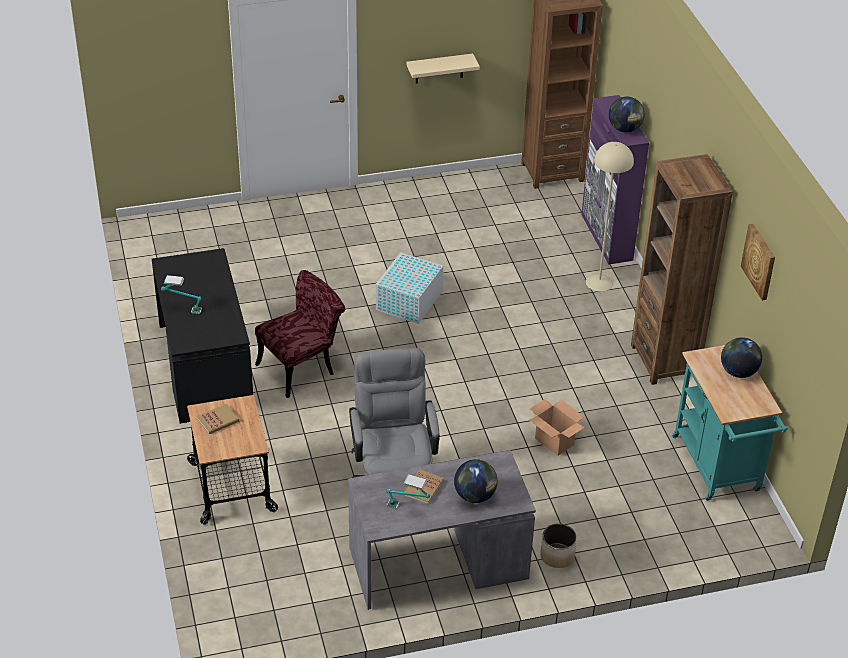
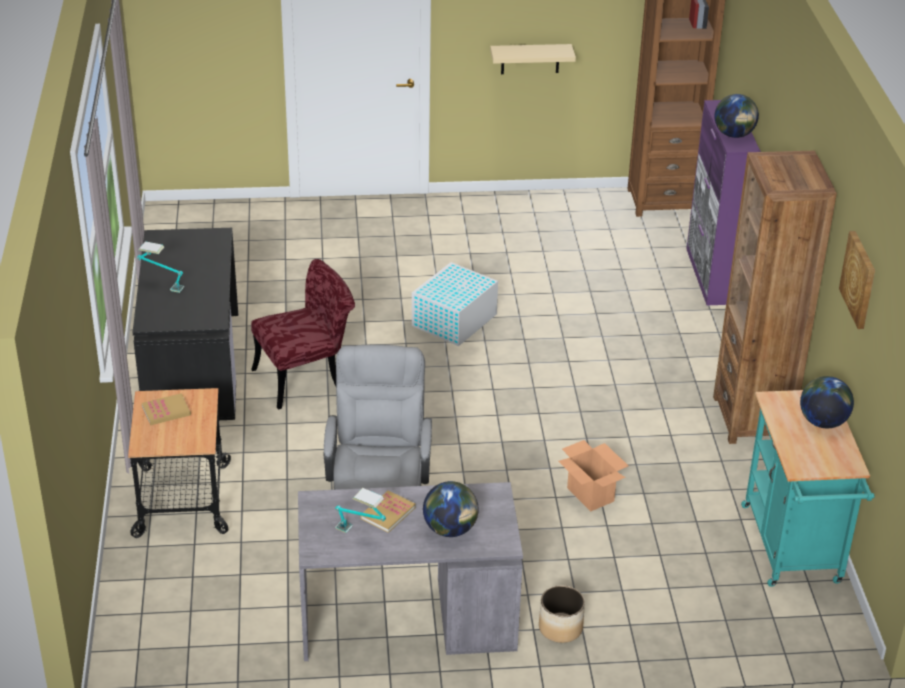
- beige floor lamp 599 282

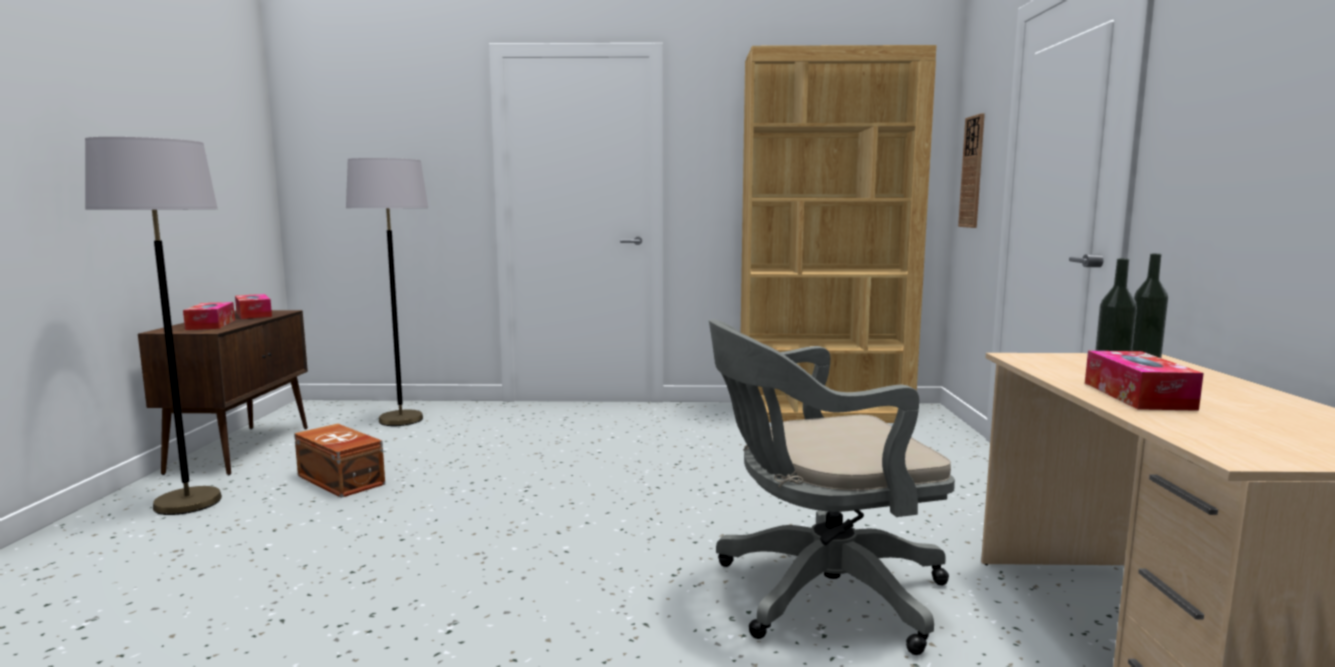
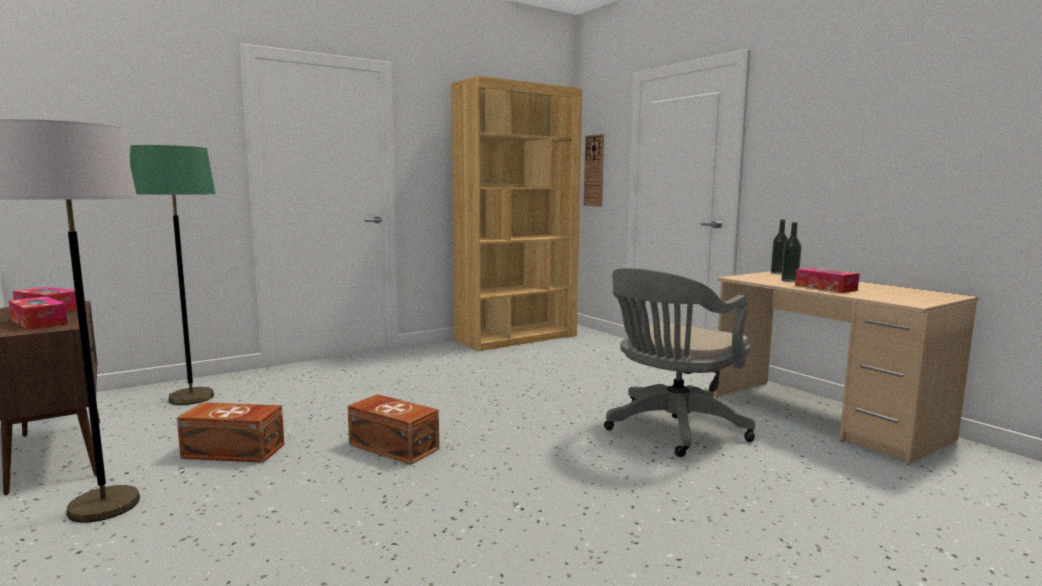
~ grey floor lamp 401 420 to green floor lamp 191 398
+ brown storage box 393 446

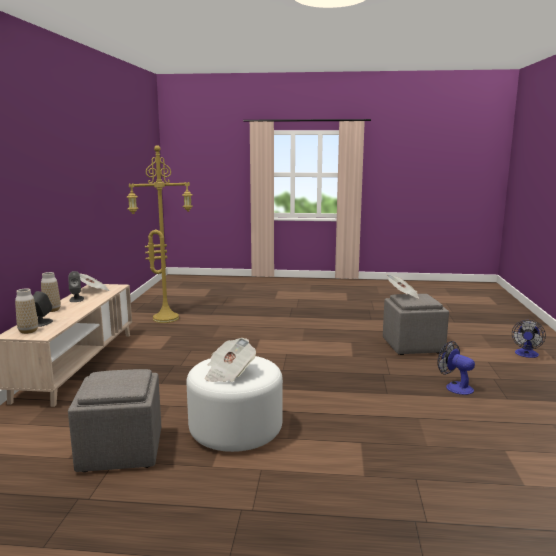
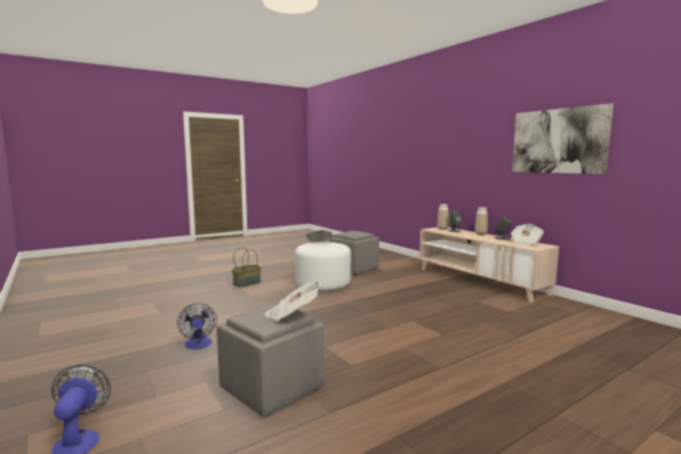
~ fan 455 387 = 198 345 60 degrees clockwise
+ basket 247 283
+ picture 558 141
- yellow floor lamp 166 318

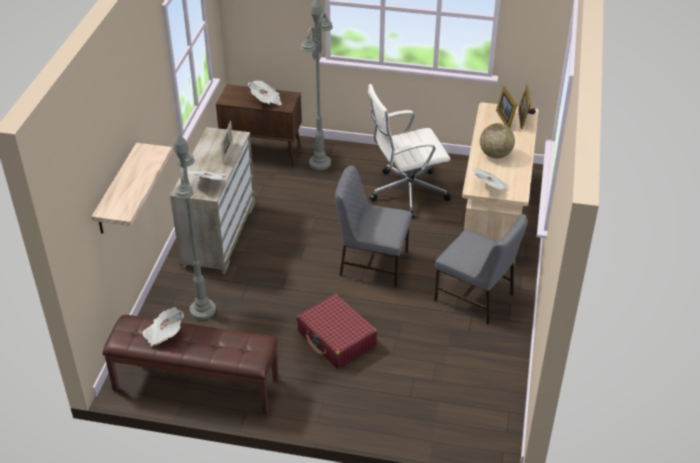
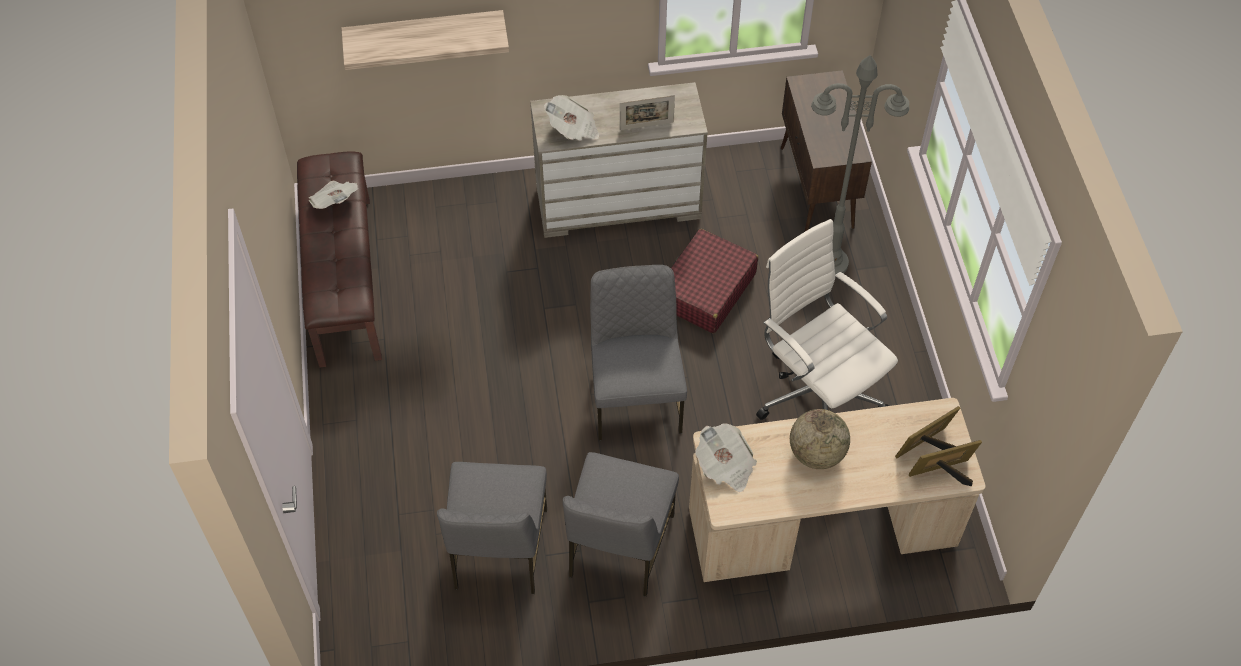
+ grey chair 498 550
~ red suitcase 337 339 to 705 290
- grey floor lamp 202 310
- newspaper 266 101

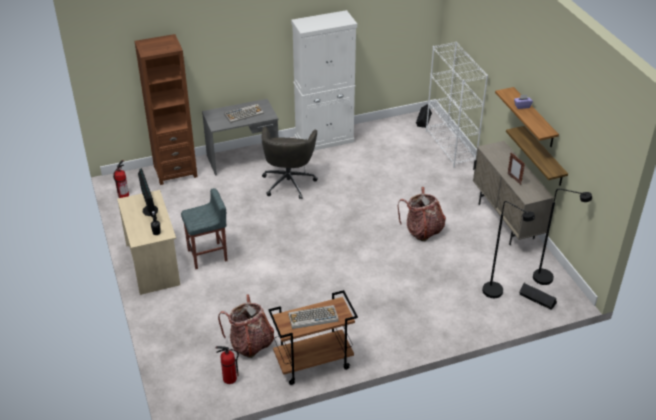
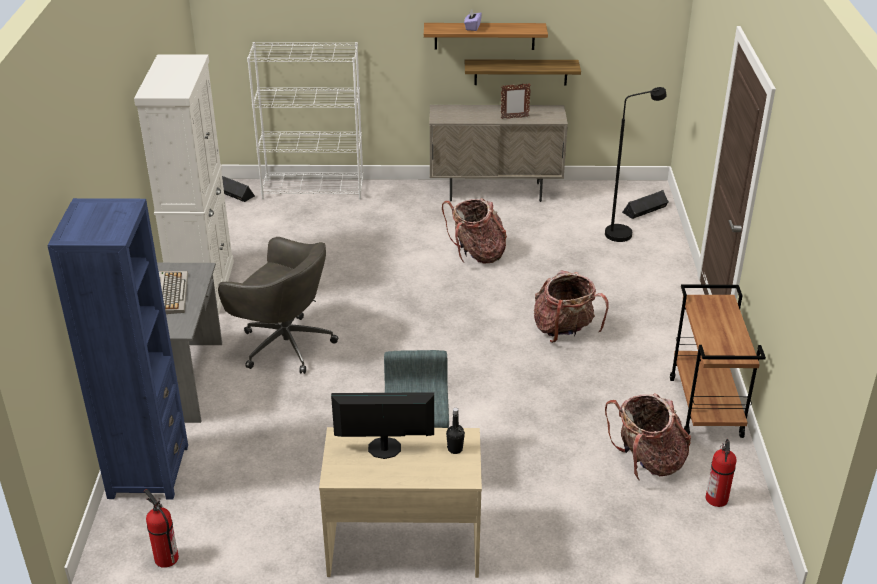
~ brown bookcase 175 171 to blue bookcase 148 471
+ backpack 564 331
- keyboard 312 317
- black floor lamp 549 278

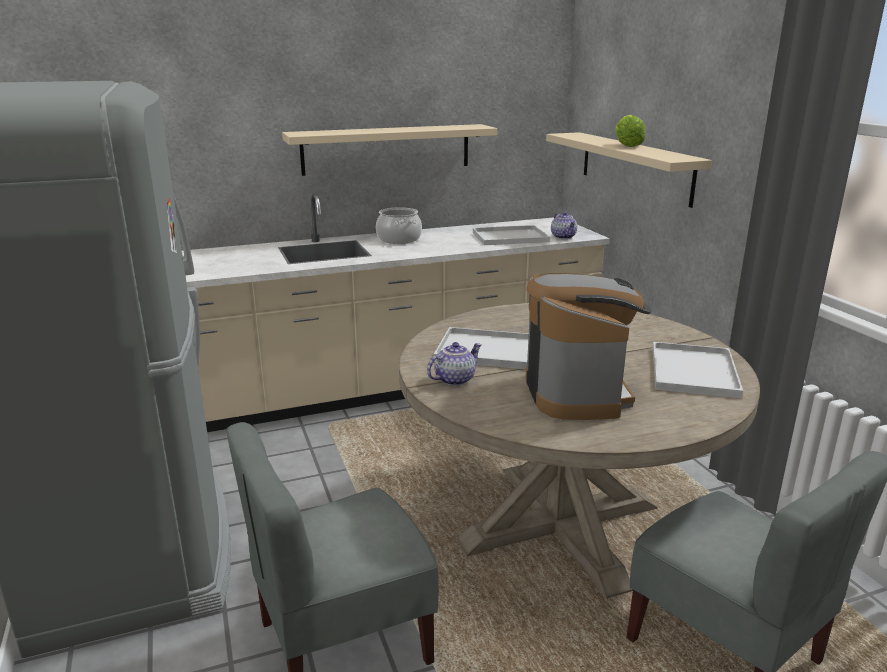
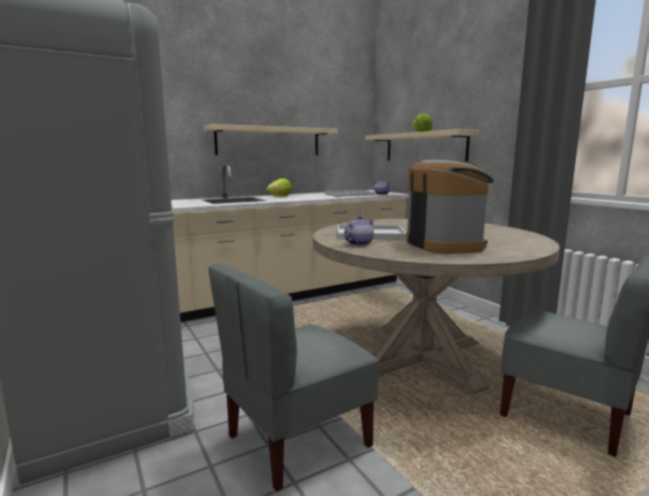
~ cooking pot 399 239 to lettuce 280 196
- white tray 692 370

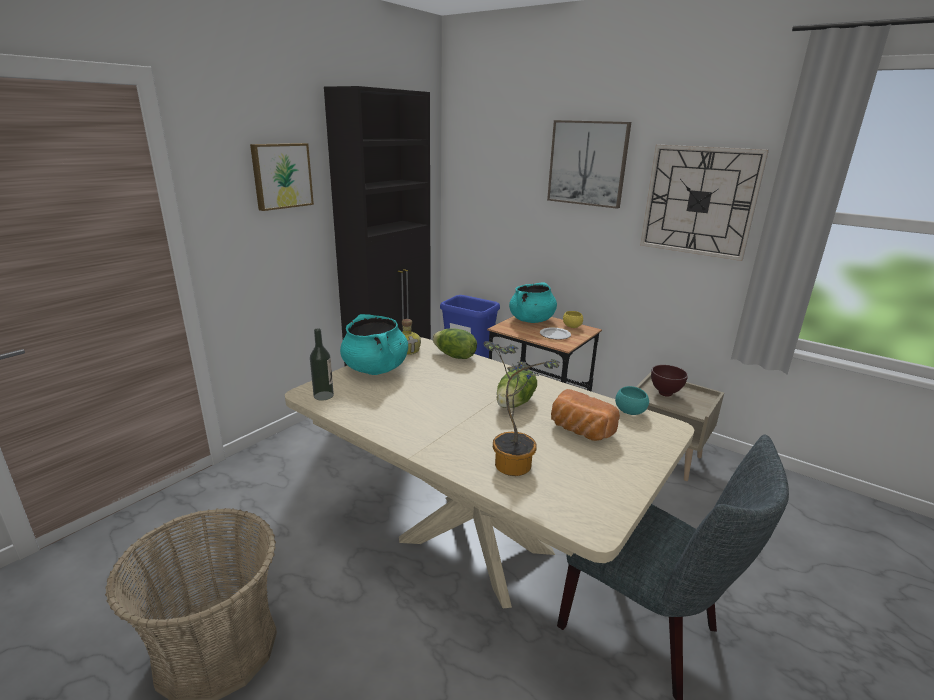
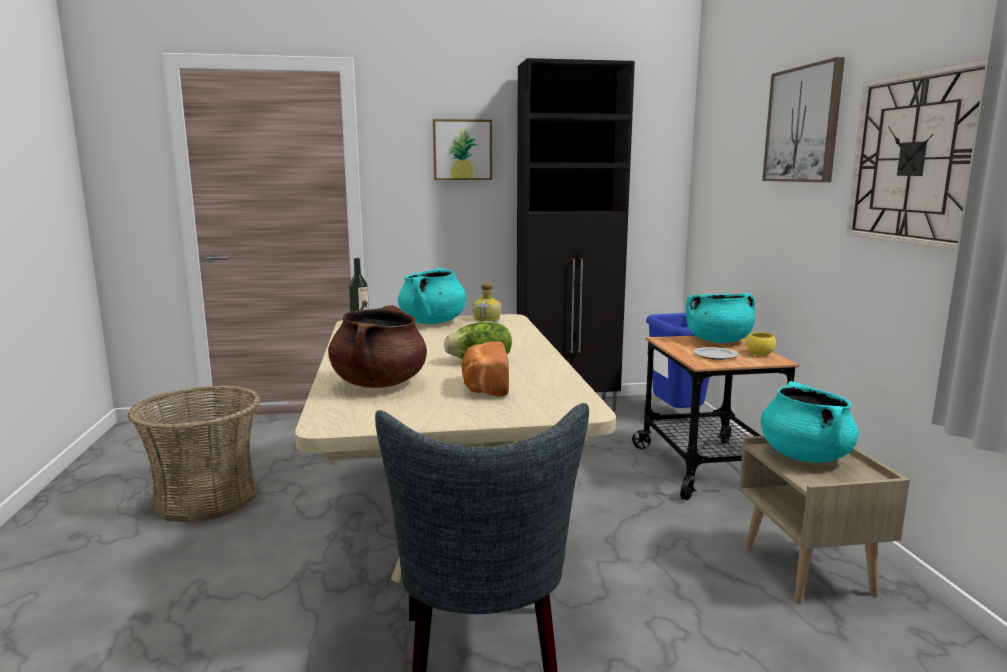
~ potted plant 513 461 to brown cooking pot 379 383
~ brown bowl 664 394 to turquoise cooking pot 804 456
- lettuce 454 356
- turquoise bowl 630 412

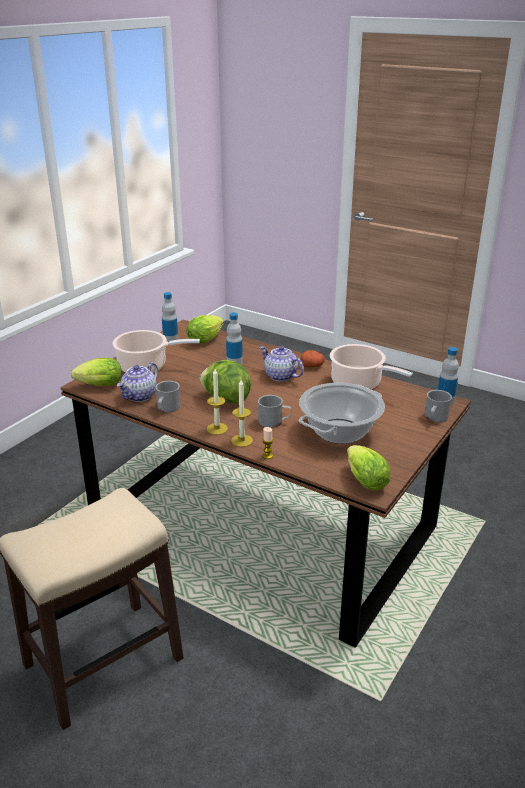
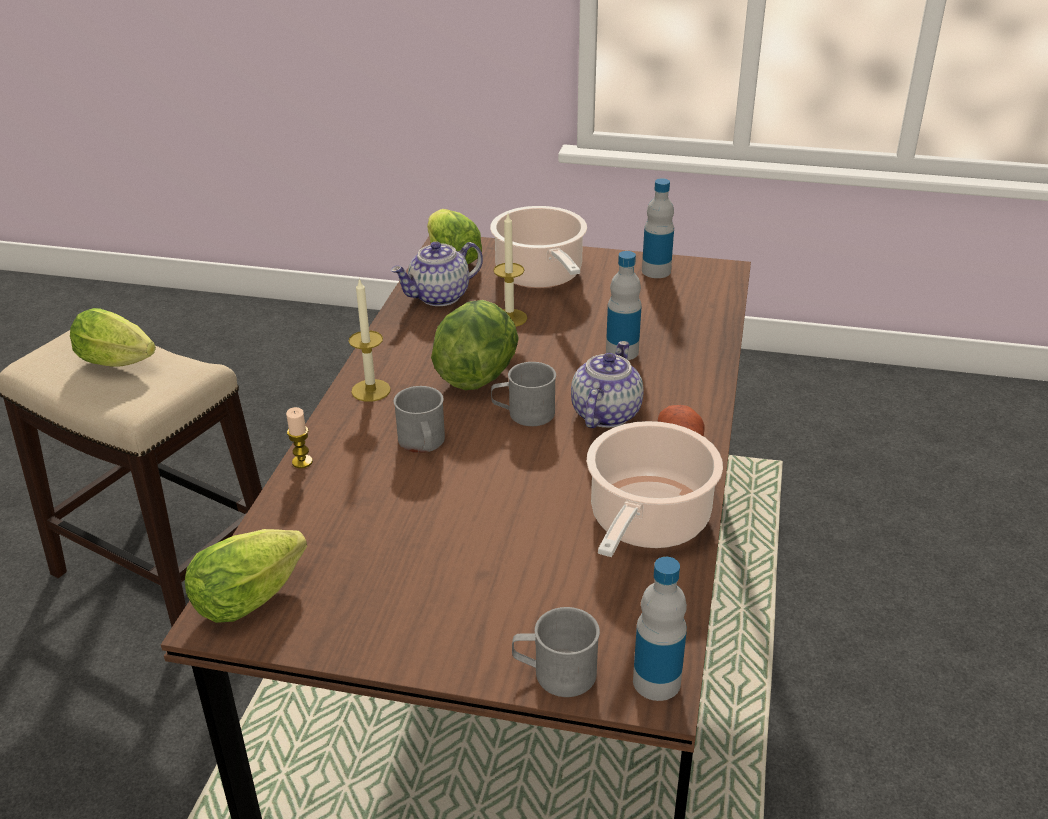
~ lettuce 206 339 to 121 363
~ teapot 140 396 = 439 297 45 degrees counterclockwise
~ grey mug 167 408 to 523 414
~ candle 242 440 to 509 318
- cooking pot 340 431

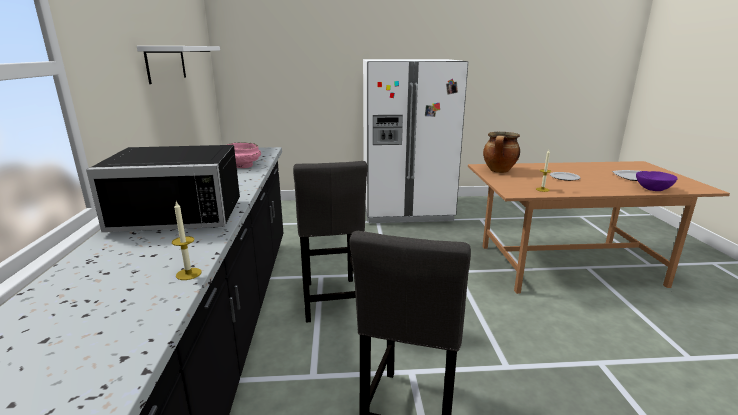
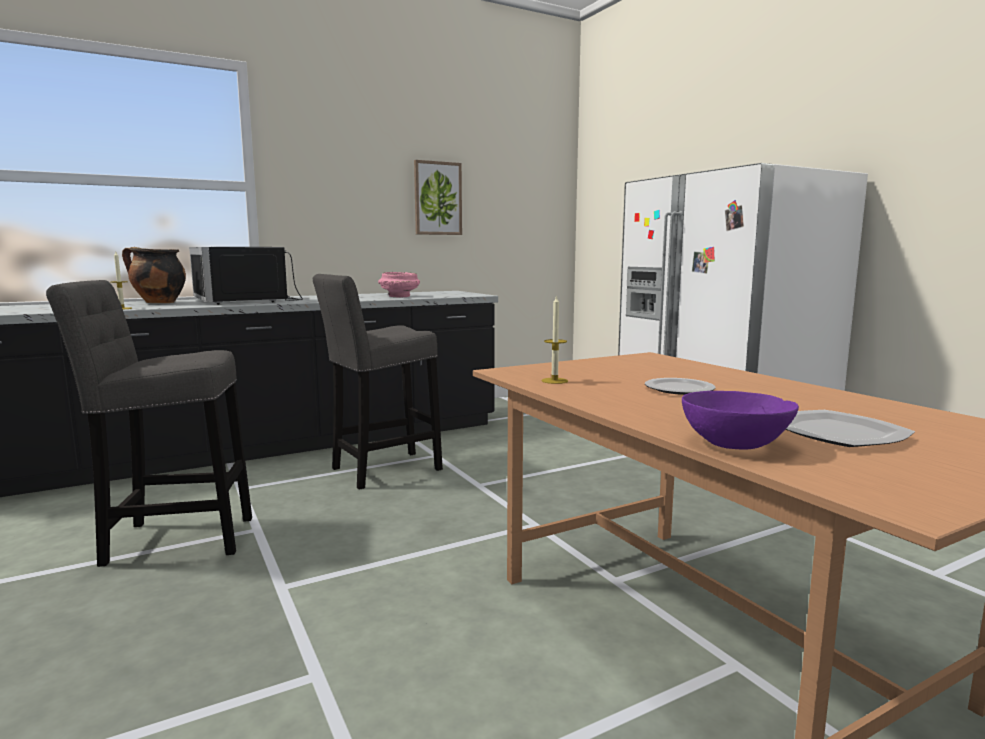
~ cooking pot 499 171 to 158 302
~ white shelf 166 63 to picture 437 198

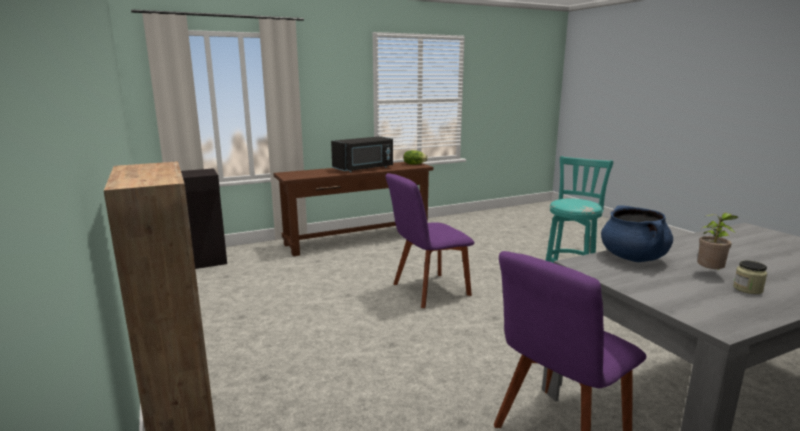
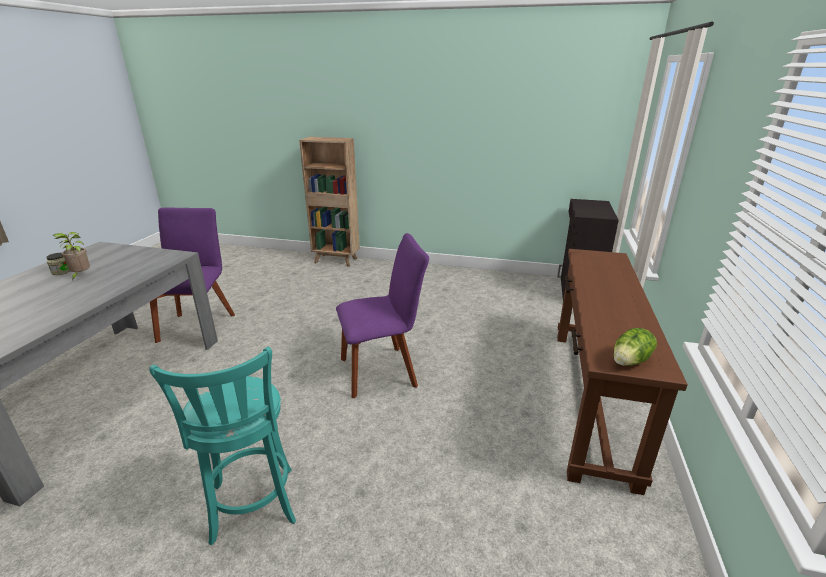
~ purple chair 427 290 = 382 371 60 degrees clockwise
- black microwave 364 169
- blue cooking pot 633 258

